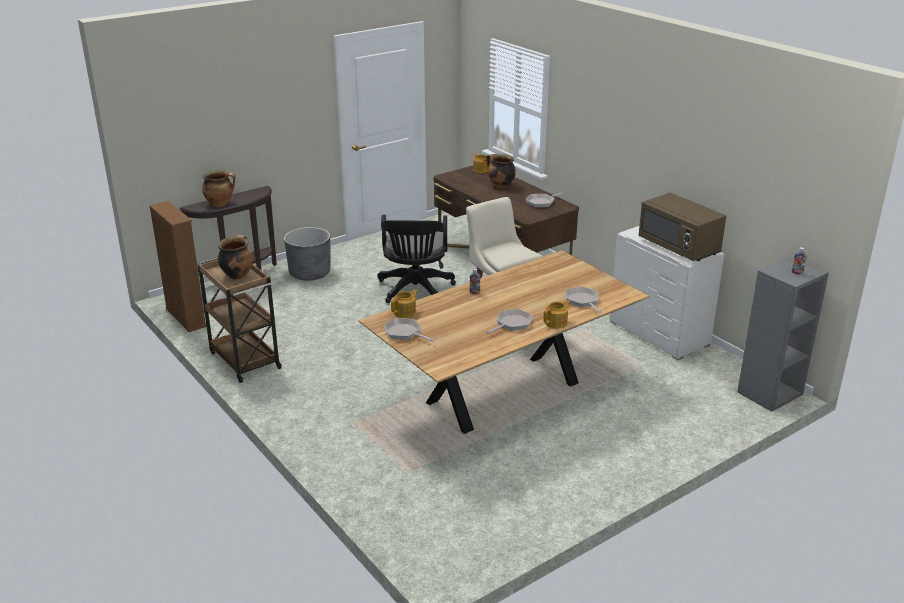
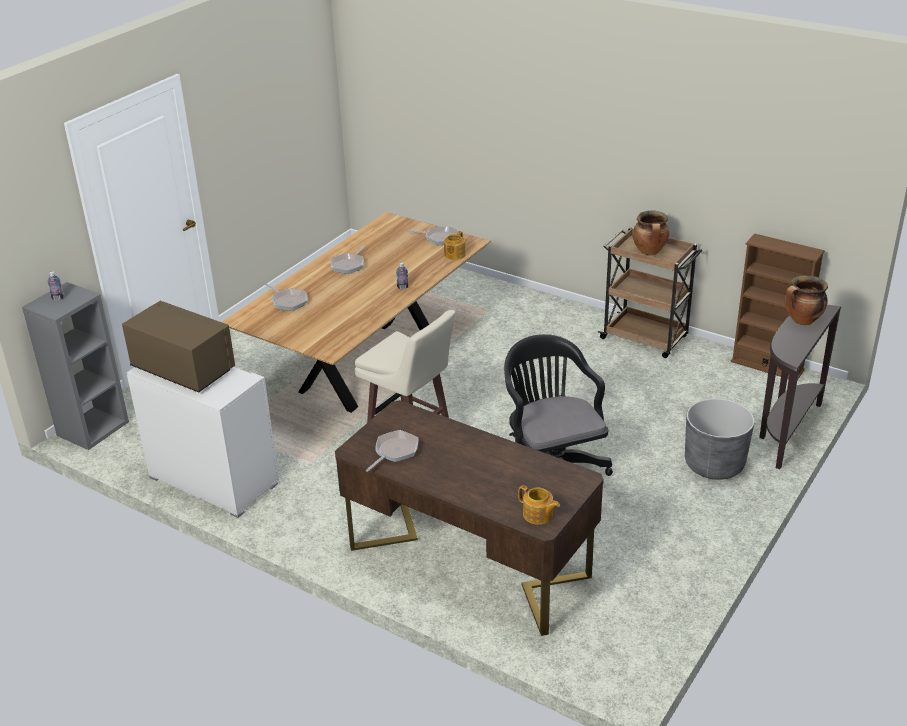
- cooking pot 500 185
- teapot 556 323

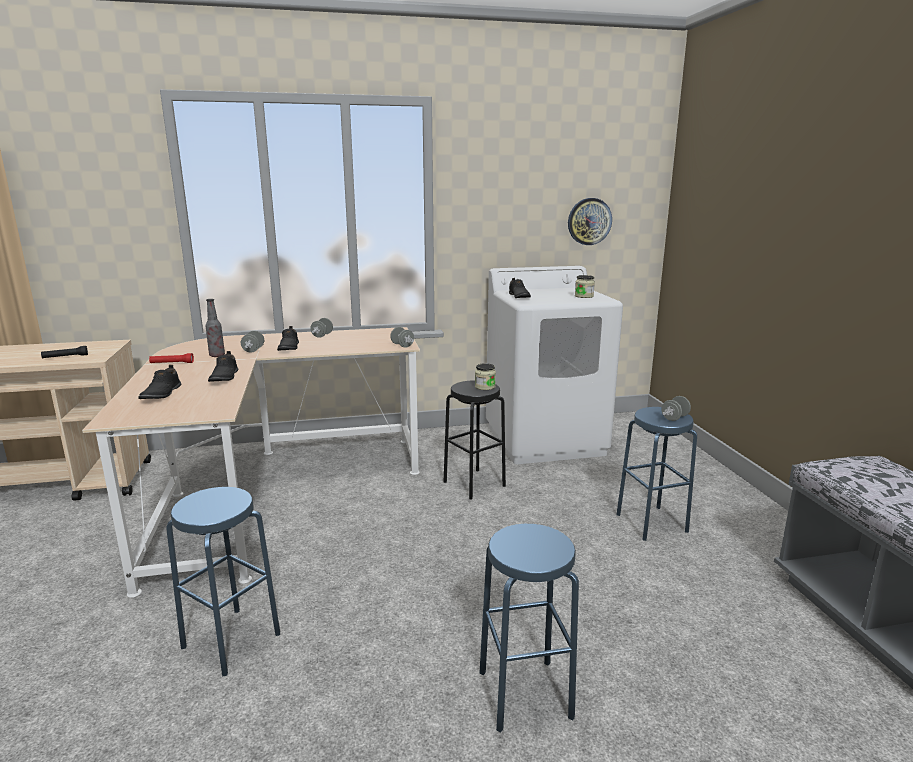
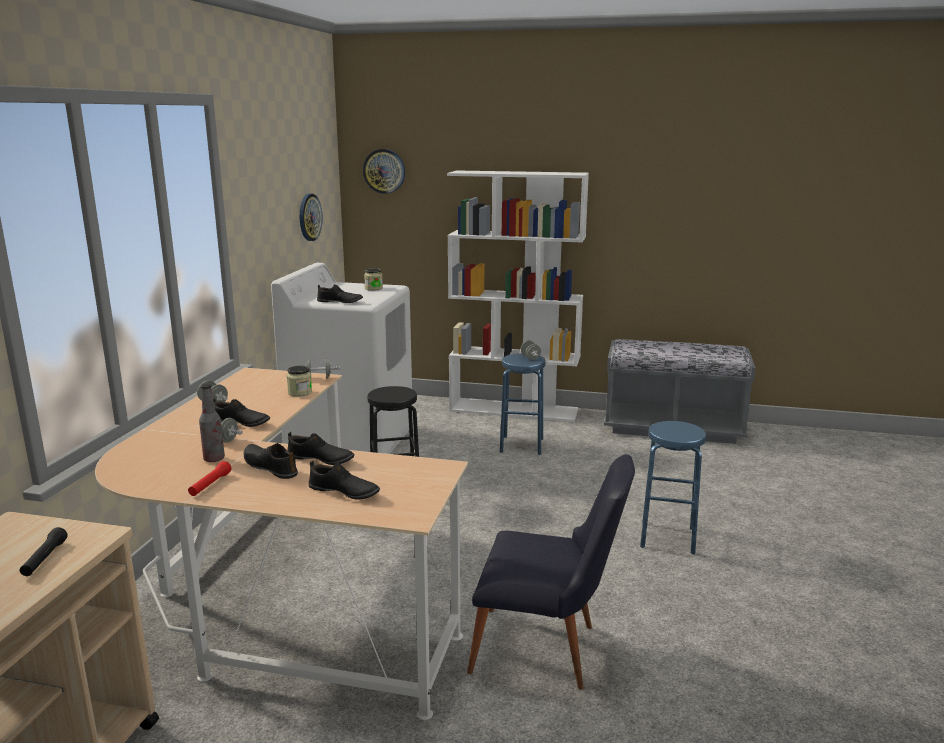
+ black shoe 270 466
~ jar 485 387 to 300 392
+ wall clock 384 171
+ white bookcase 514 410
~ blue stool 231 640 to black chair 547 651

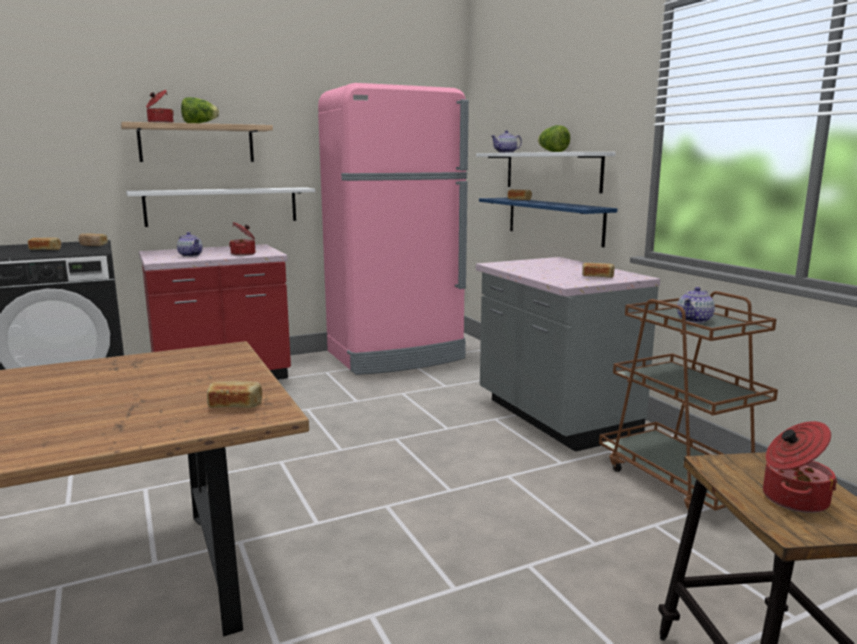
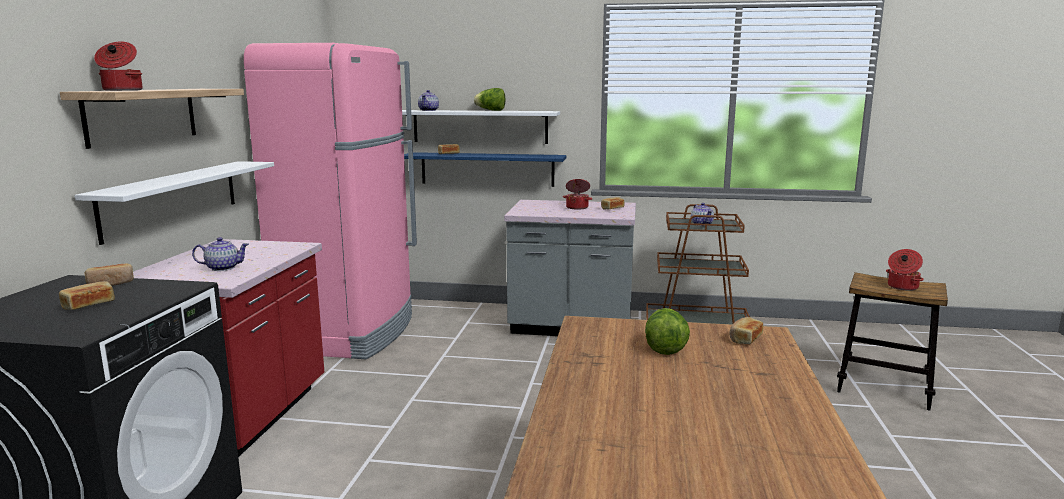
~ cooking pot 244 254 to 577 207
~ lettuce 199 123 to 664 347

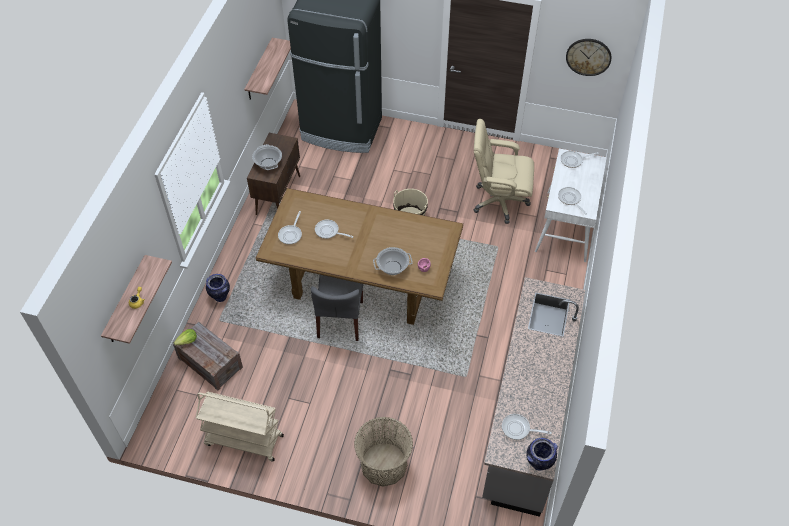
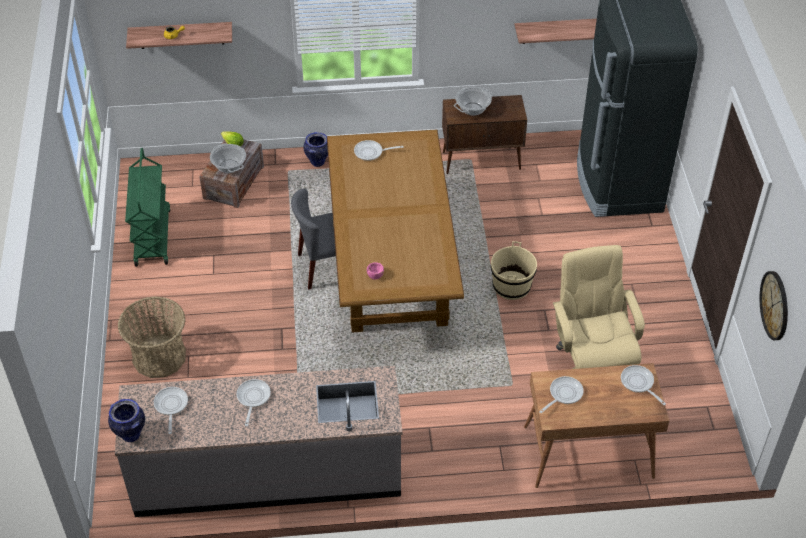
~ beige cart 243 440 to green cart 152 236
~ cooking pot 392 267 to 229 166
~ frying pan 329 231 to 253 398
~ white desk 566 226 to brown desk 587 453

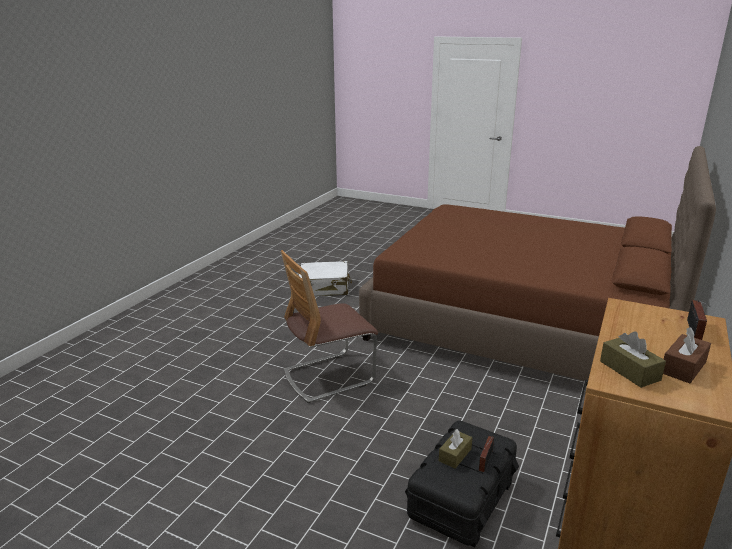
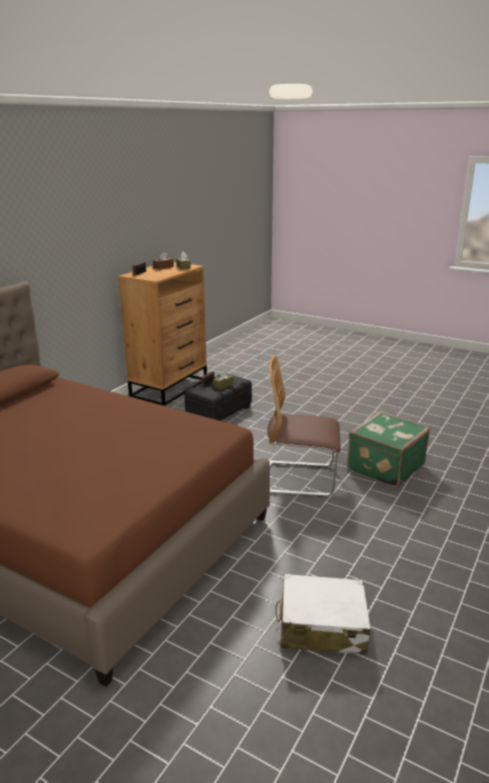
~ chair 328 377 = 300 479 150 degrees counterclockwise
+ green suitcase 384 467

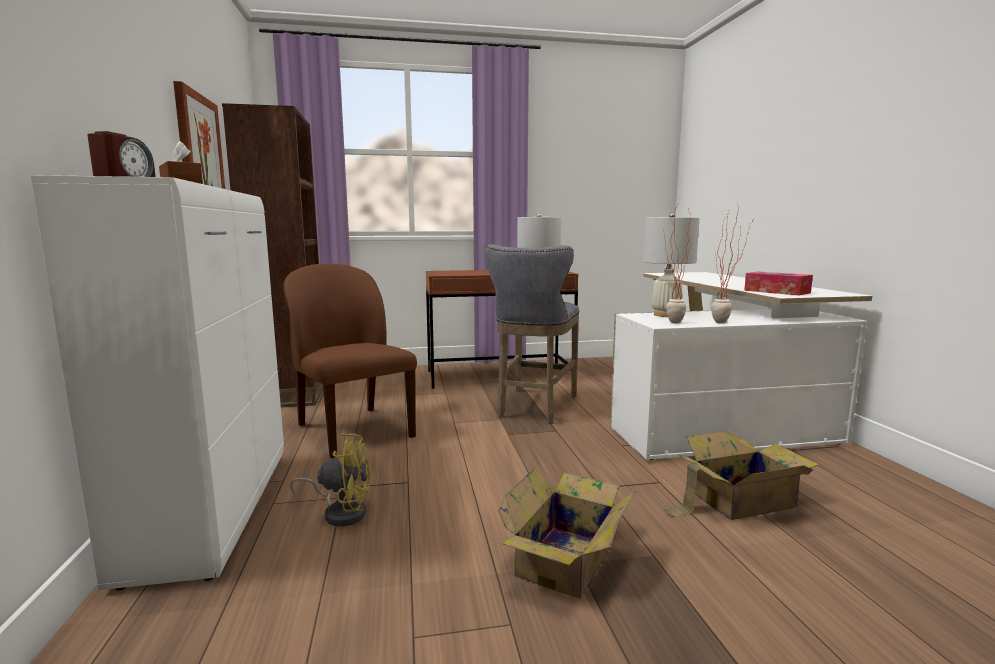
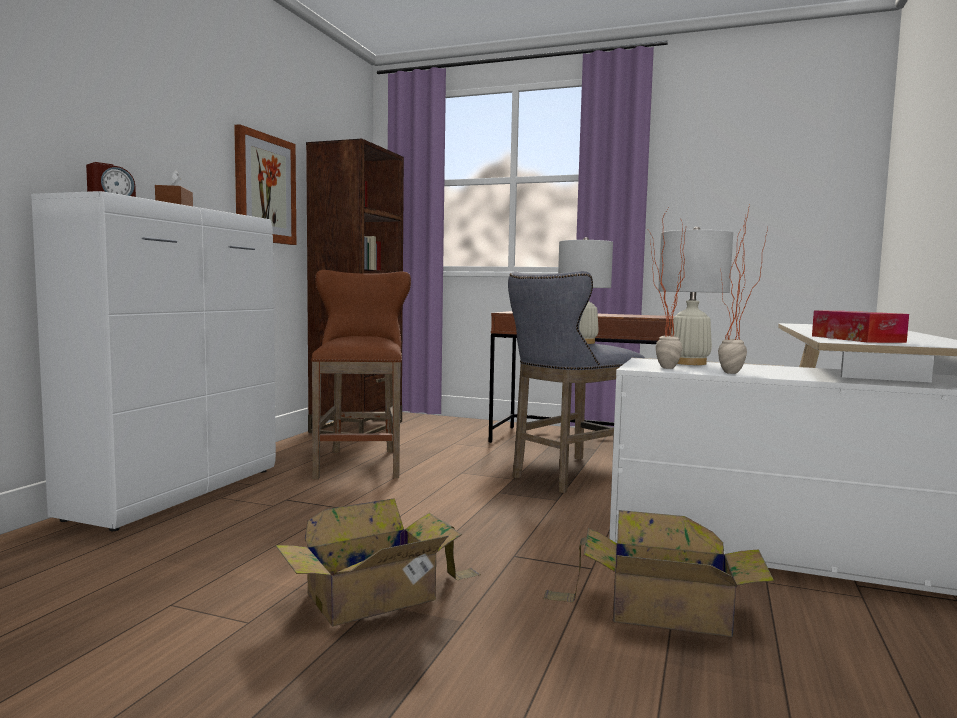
~ brown chair 353 430 to brown stool 361 462
- yellow fan 341 512

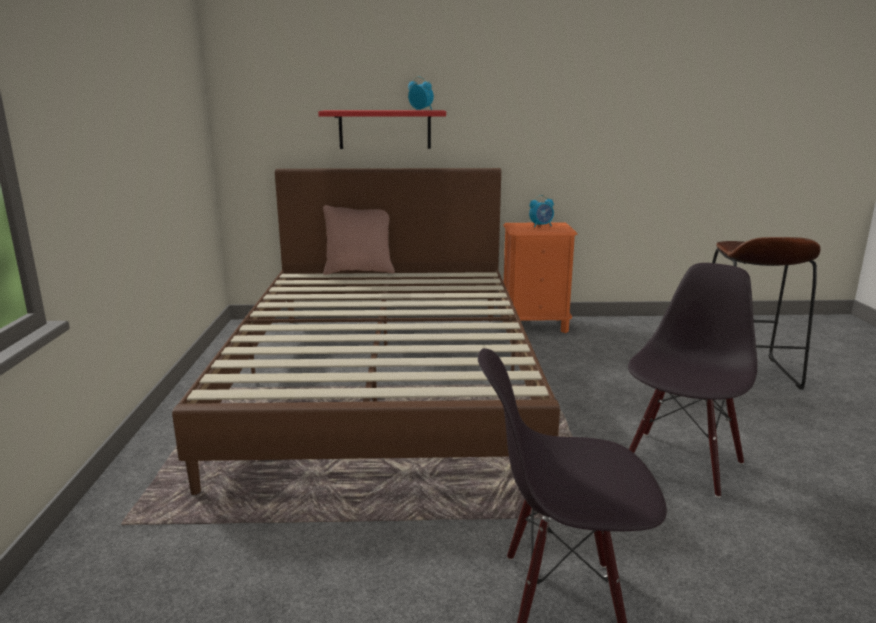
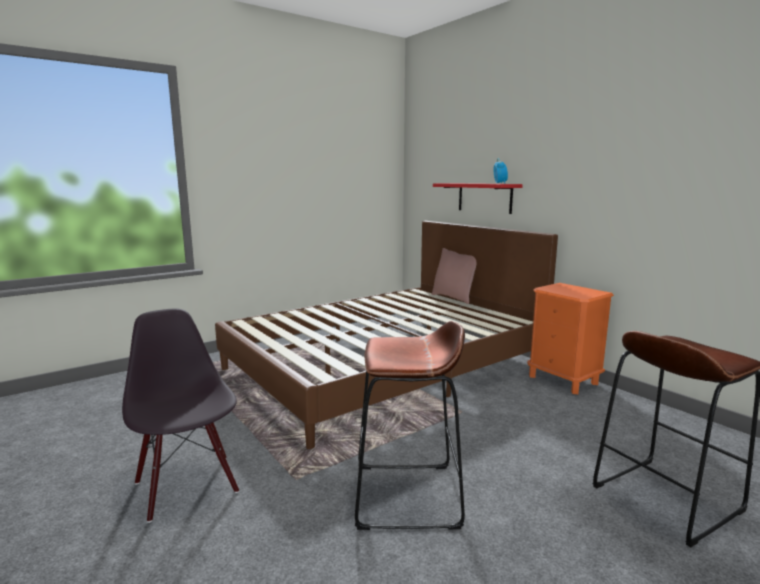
~ black chair 681 463 to brown stool 406 495
- alarm clock 541 226

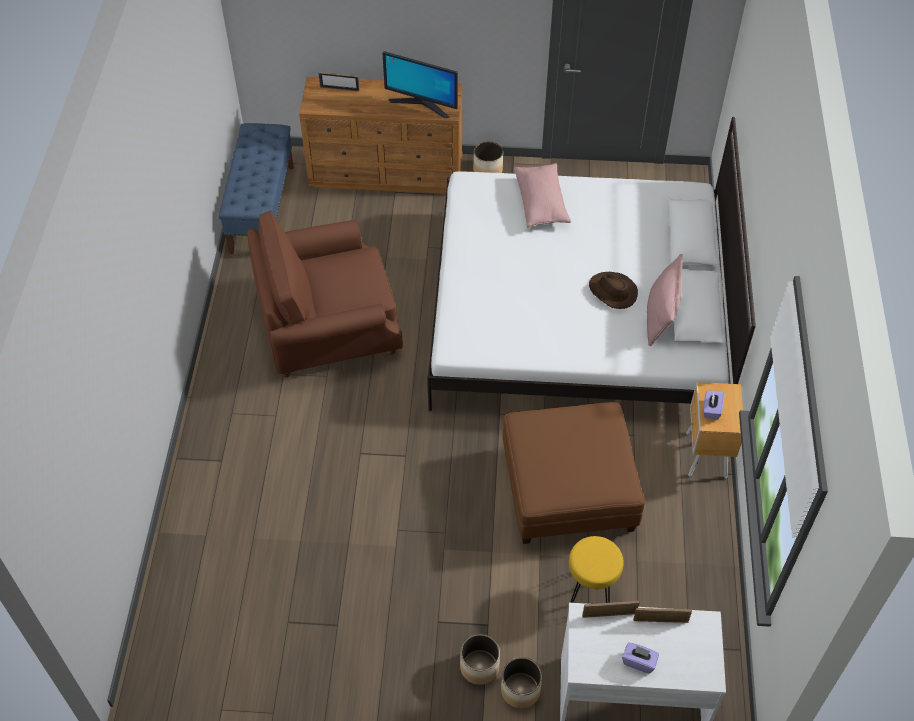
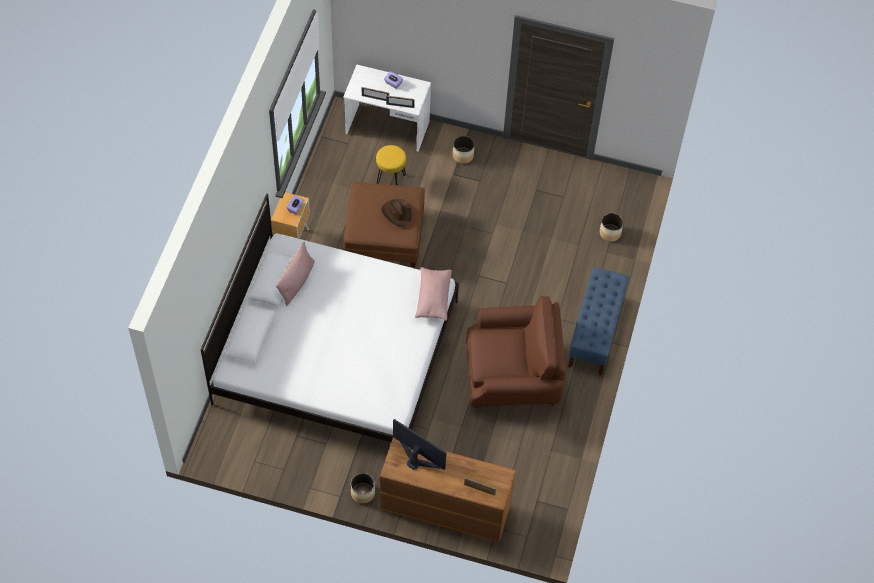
~ brown hat 612 292 to 397 213
~ pink pillow 541 203 to 433 298
~ blue bench 262 208 to 595 332
~ planter 520 690 to 610 232

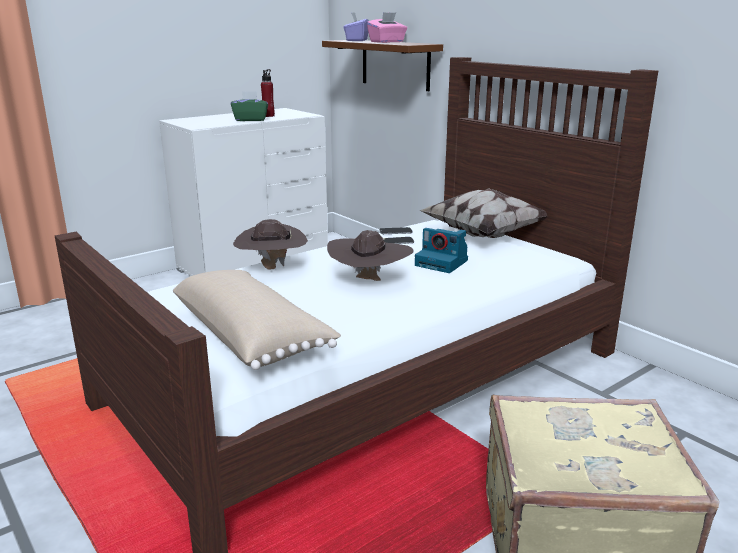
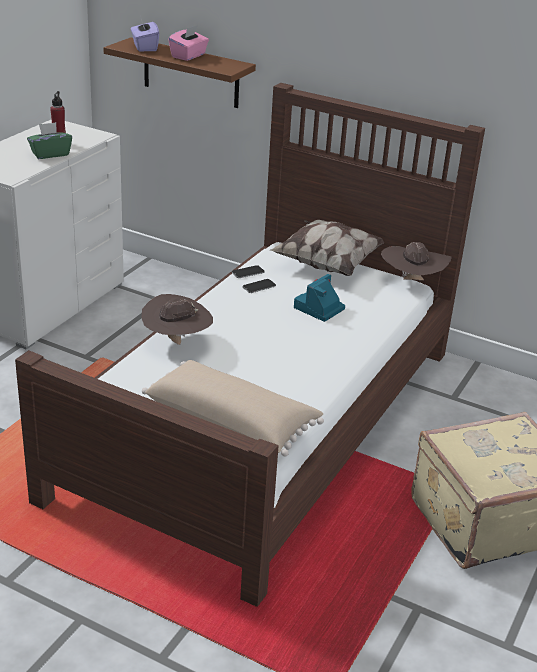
~ photo camera 443 263 = 318 309 120 degrees clockwise
~ brown hat 369 282 to 412 281

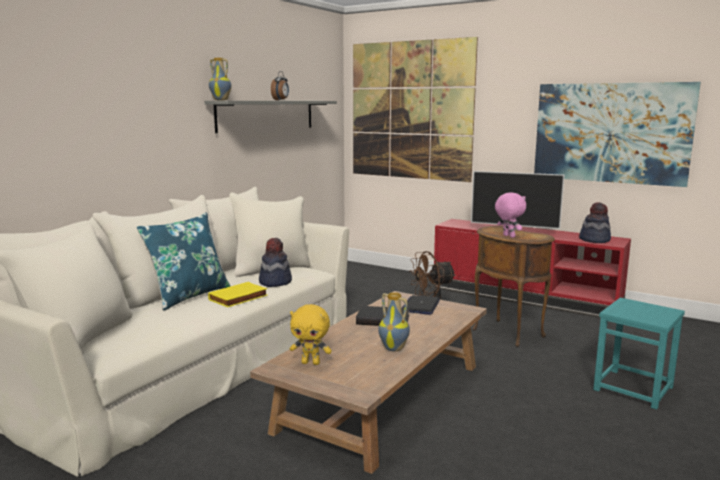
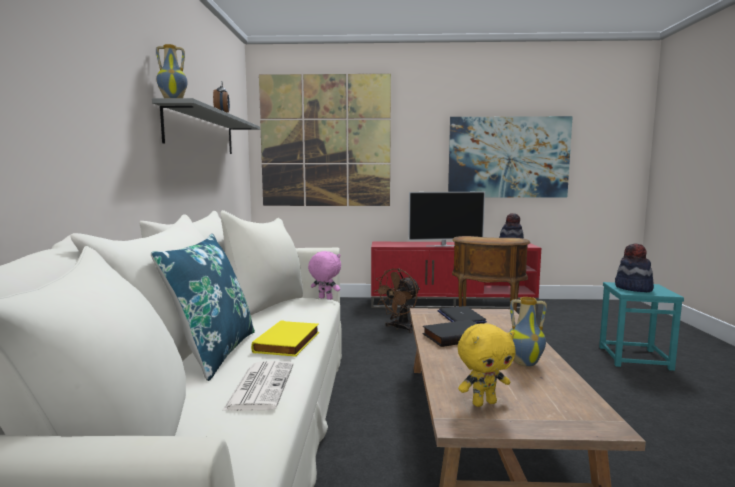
+ newspaper 260 386
~ pink plush toy 508 236 to 324 298
~ hat 275 282 to 633 288

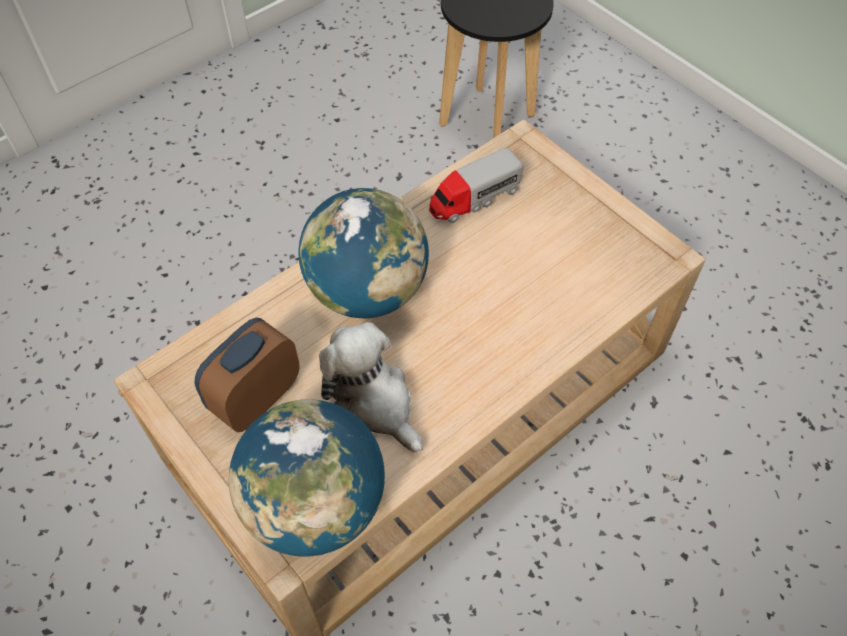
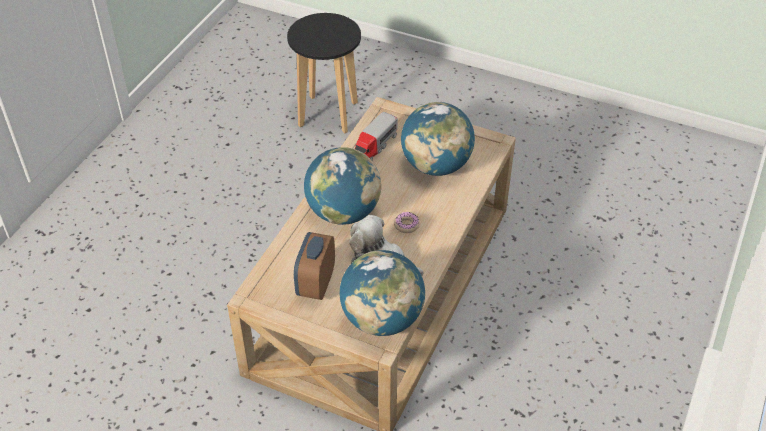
+ donut 406 225
+ globe 436 165

